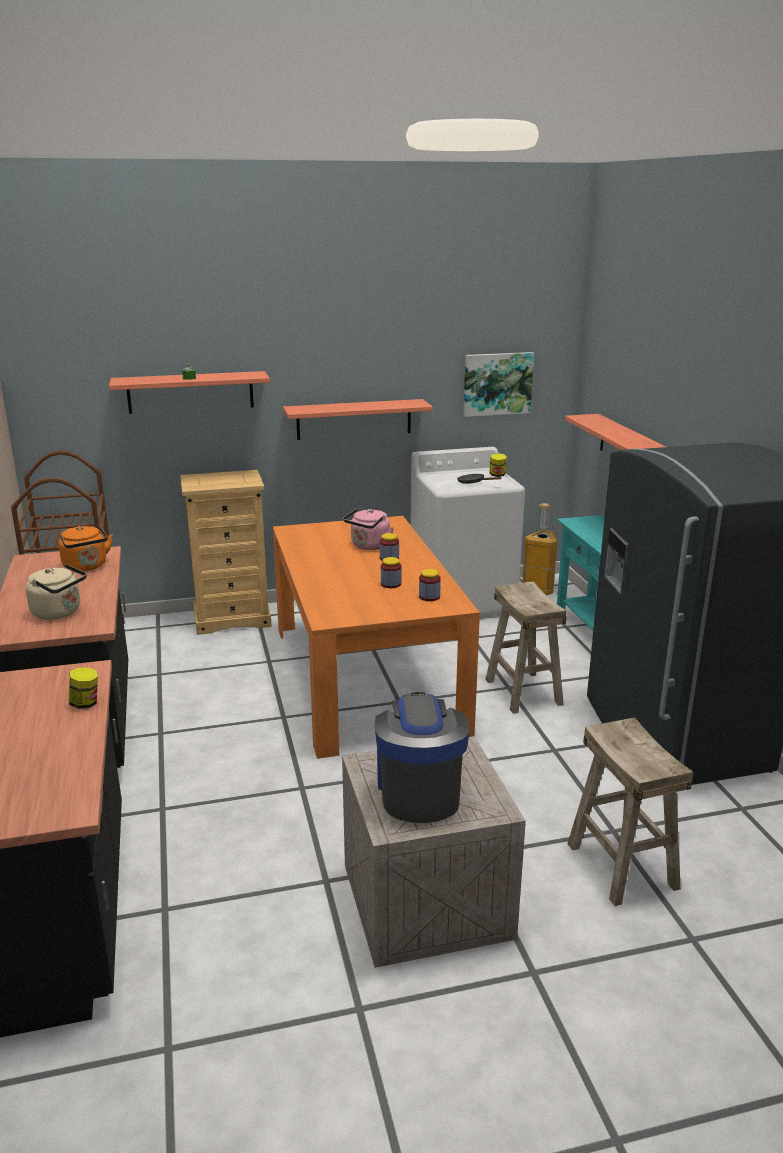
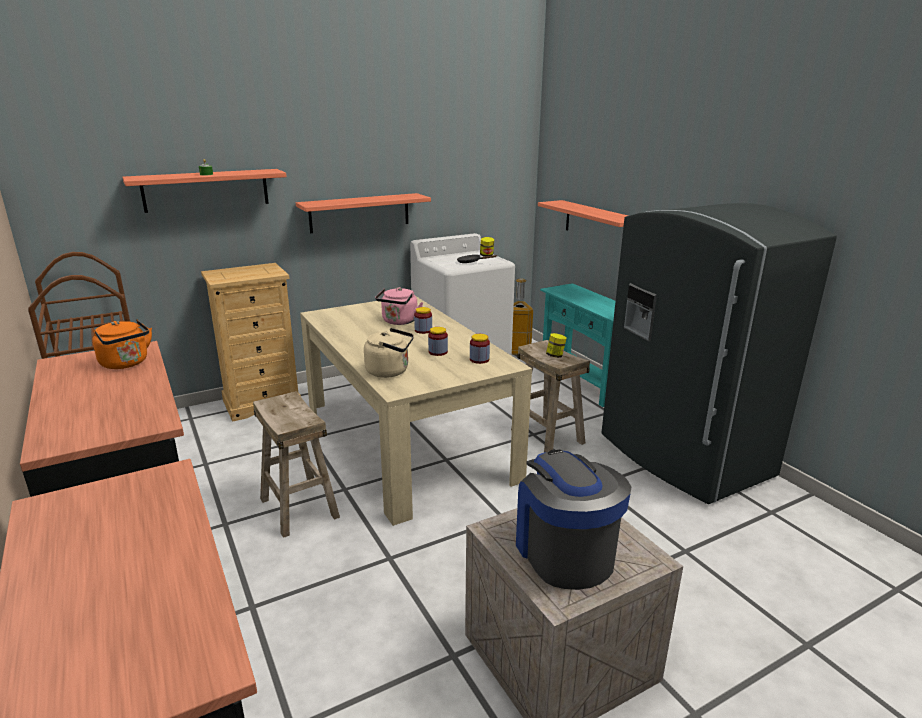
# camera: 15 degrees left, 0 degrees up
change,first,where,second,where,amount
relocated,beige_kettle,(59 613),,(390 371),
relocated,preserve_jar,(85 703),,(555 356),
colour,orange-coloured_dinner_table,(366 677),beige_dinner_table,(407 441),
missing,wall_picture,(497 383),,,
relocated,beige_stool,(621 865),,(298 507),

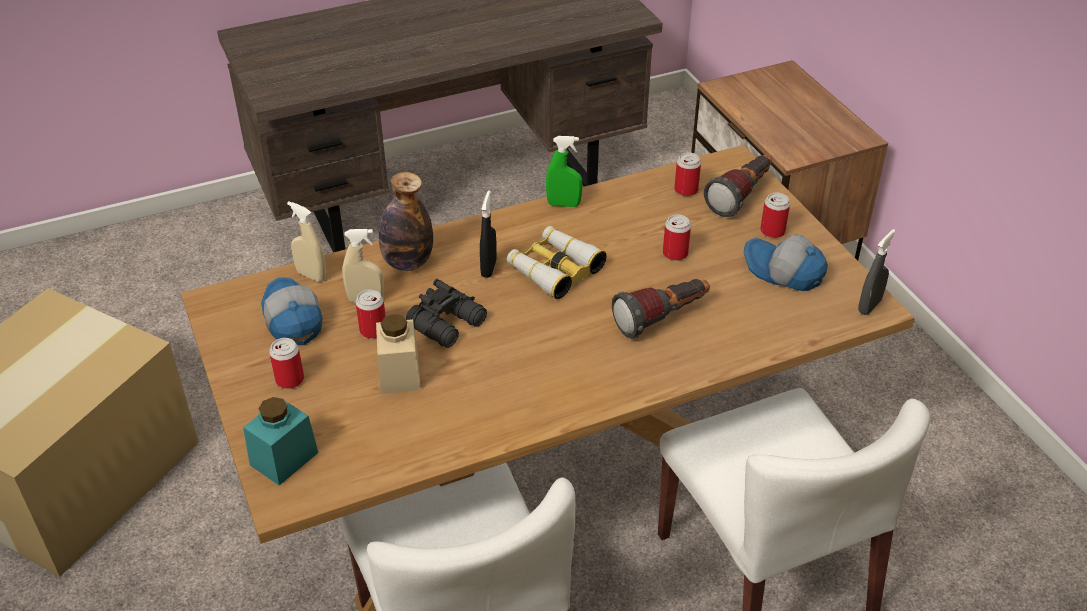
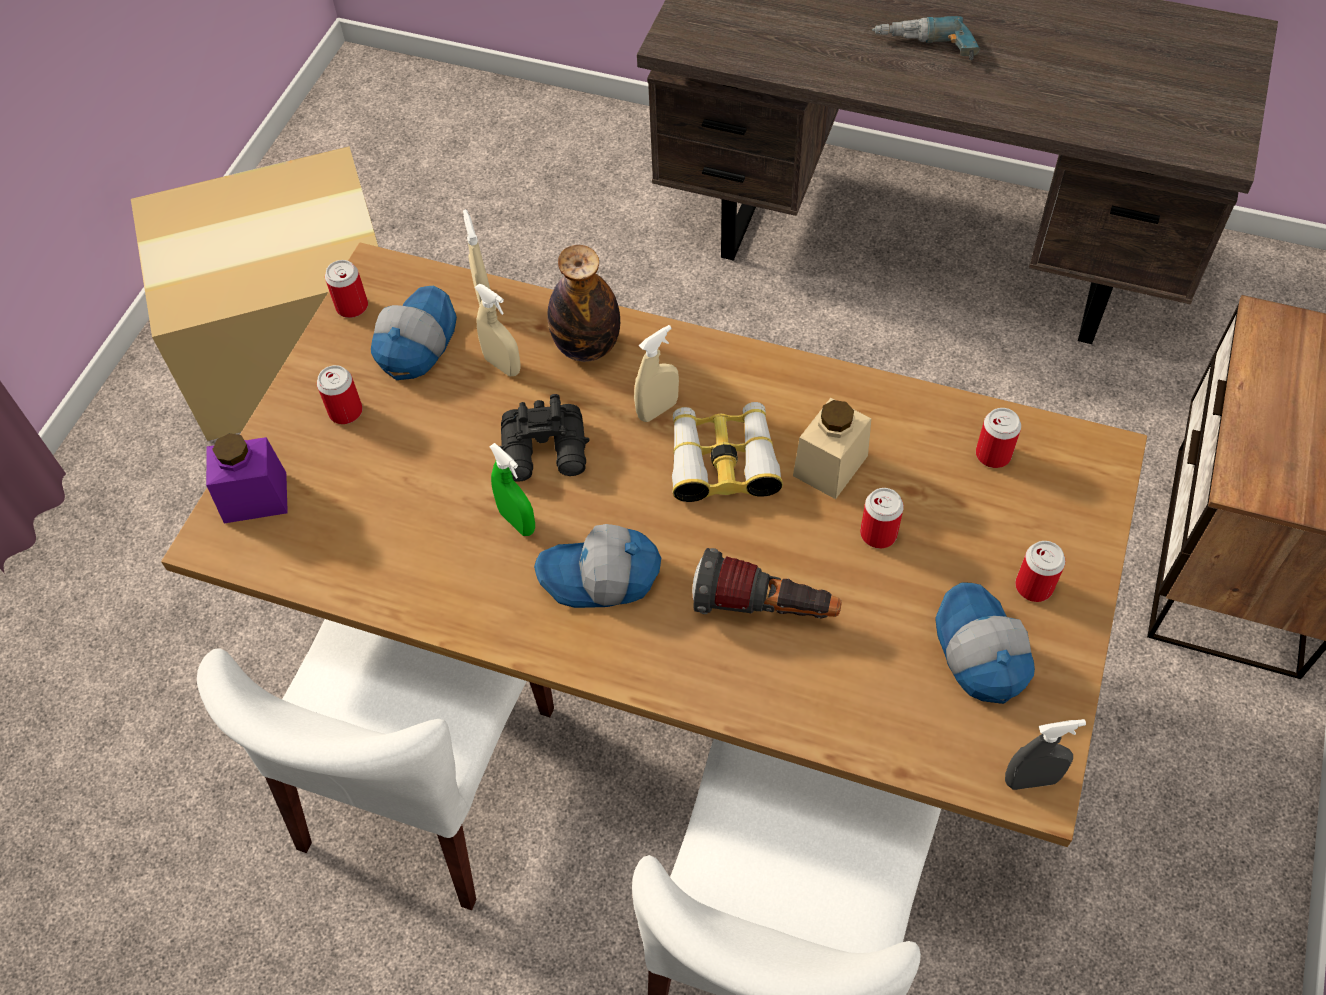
# camera: 45 degrees right, 15 degrees up
change,first,where,second,where,amount
colour,blue-green_preserve_jar,(284 459),purple_preserve_jar,(255 497),
relocated,metal_can,(373 330),,(352 306),
relocated,beige_preserve_jar,(399 374),,(830 465),
colour,black-coloured_sprayer,(488 268),beige_sprayer,(657 410),
relocated,green_sprayer,(563 204),,(517 521),
missing,torch,(741 196),,,
appeared,,,cap,(601 578),
appeared,,,power_drill,(923 50),

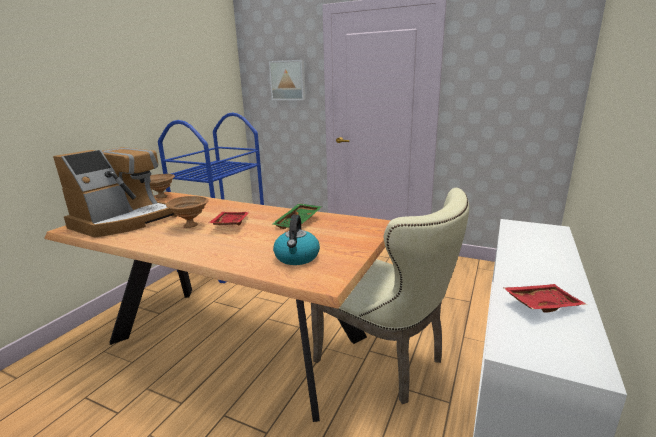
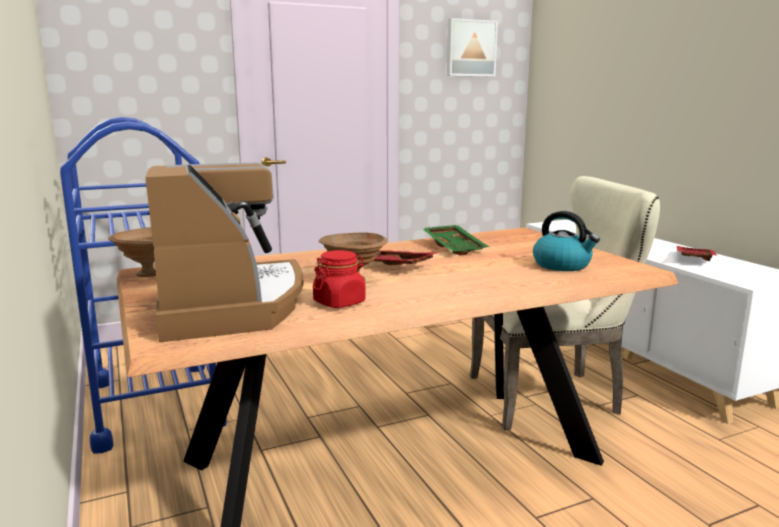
# camera: 50 degrees left, 5 degrees down
change,first,where,second,where,amount
relocated,wall_picture,(288 80),,(470 48),
appeared,,,reddish_preserve_jar,(339 302),

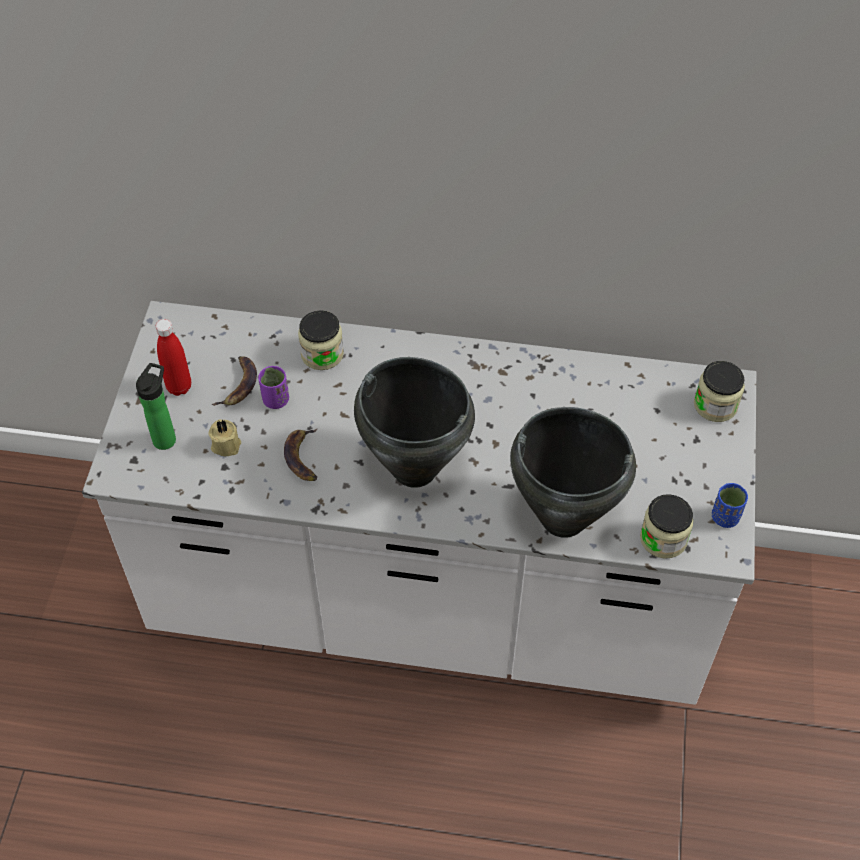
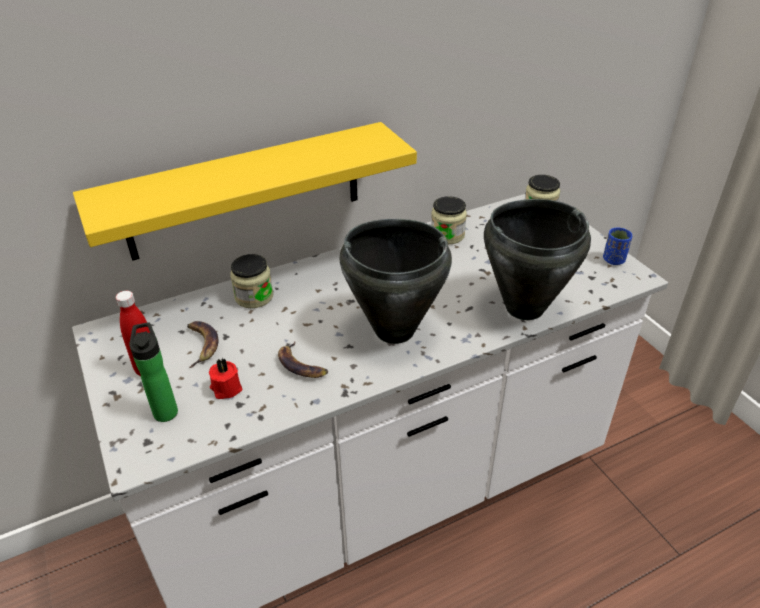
# camera: 35 degrees left, 15 degrees down
change,first,where,second,where,amount
colour,beige_wax_candle,(225 444),reddish_wax_candle,(226 388),
missing,purple_cup,(275 400),,,
relocated,preserve_jar,(663 539),,(447 235),
appeared,,,yellowish_bracket_shelf,(245 191),

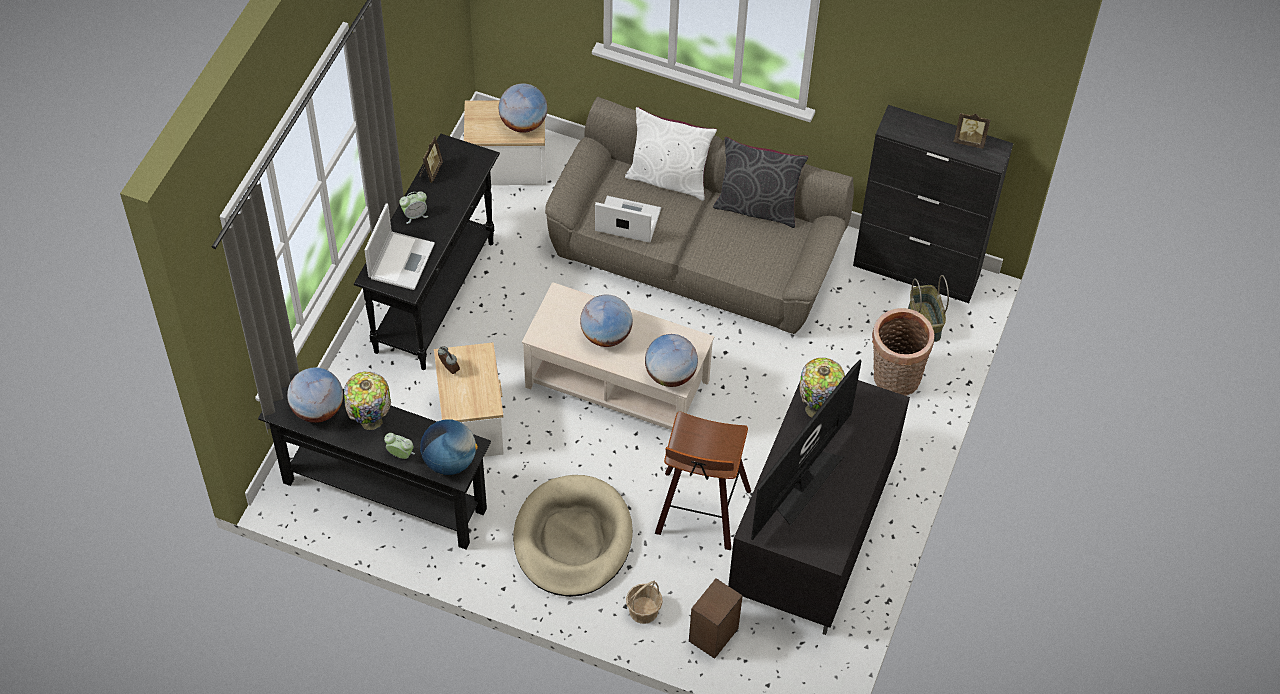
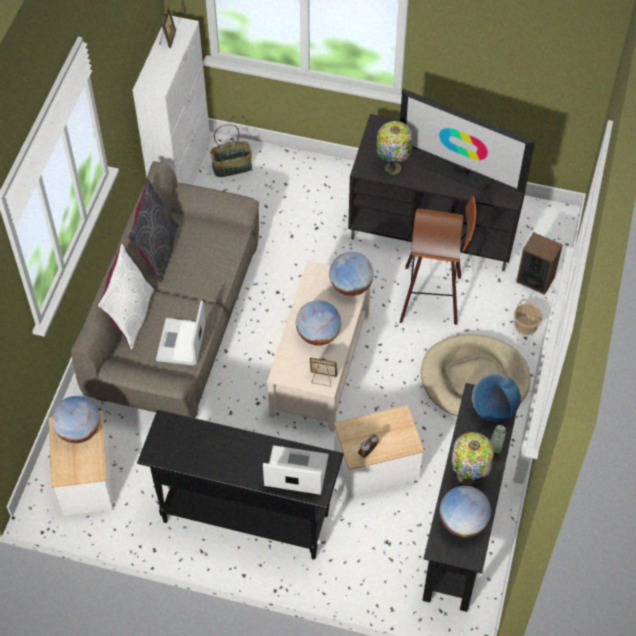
# camera: 95 degrees left, 0 degrees up
change,first,where,second,where,amount
missing,bedside_clock,(415 215),,,
relocated,picture_frame,(430 171),,(322 379),
colour,black-coloured_cabinet,(917 270),white-coloured_cabinet,(181 173),
missing,household_basket,(894 379),,,

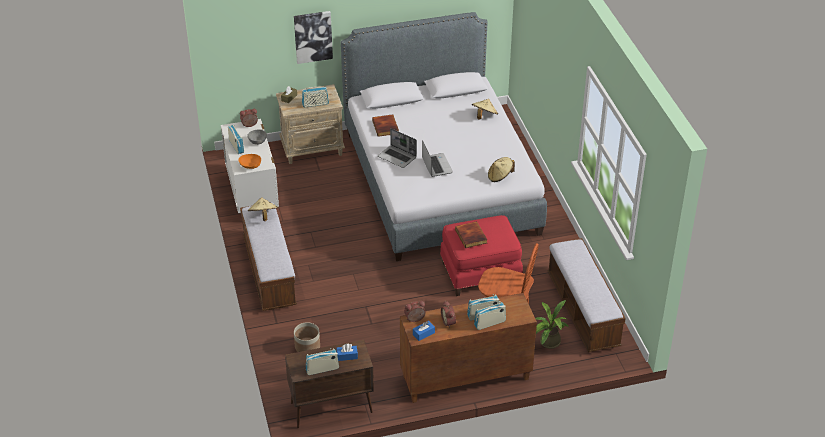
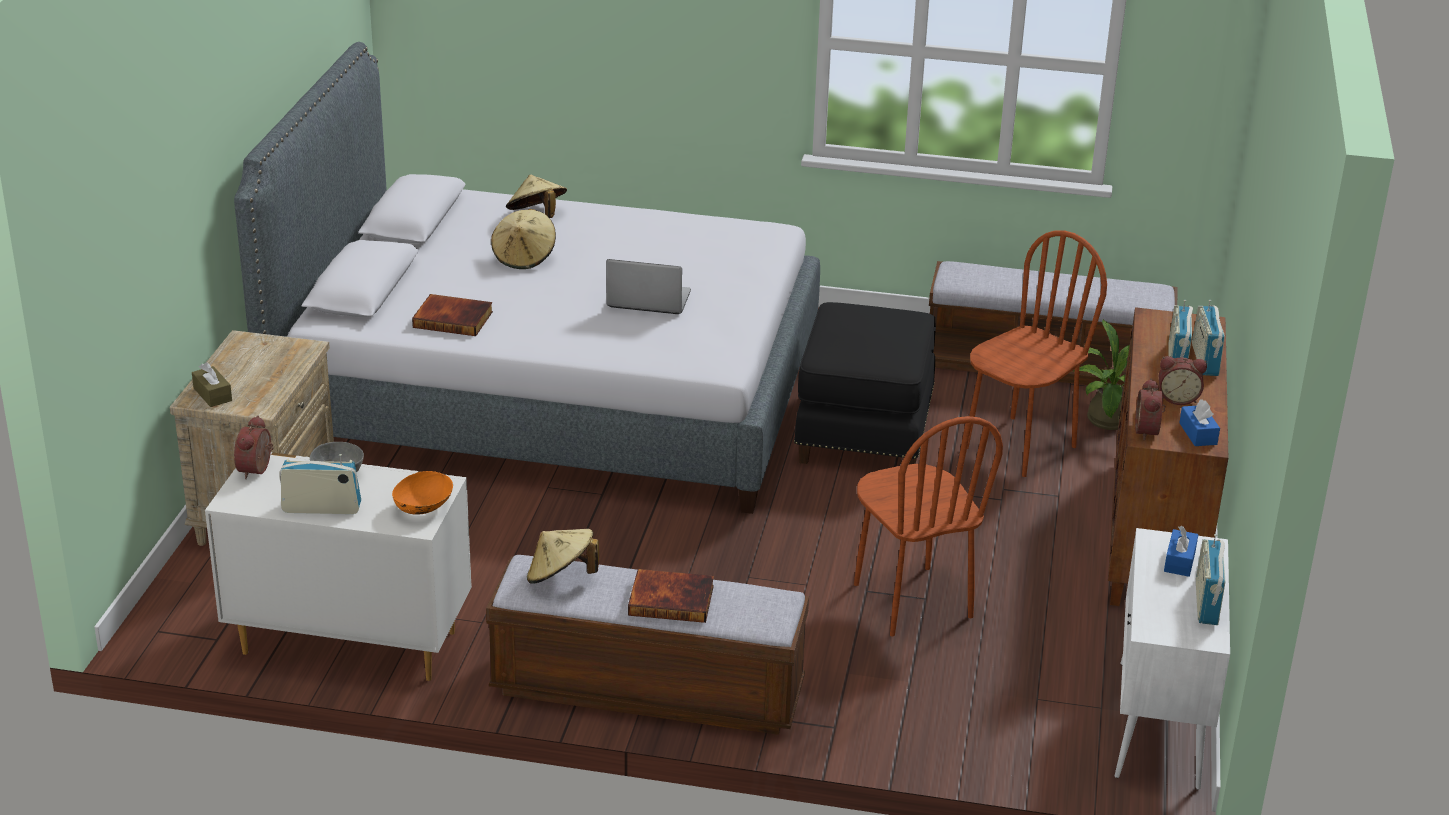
# camera: 65 degrees left, 10 degrees down
change,first,where,second,where,amount
colour,brown_cabinet,(330 408),white-coloured_cabinet,(1159 725),
missing,wall_picture,(313 36),,,
missing,plant_pot,(307 346),,,
missing,radio,(315 104),,,
missing,laptop,(397 157),,,
colour,reddish_pouffe,(480 272),black-coloured_pouffe,(862 431),
relocated,volume,(471 236),,(672 599),
relocated,beige_clothing_hat,(500 176),,(524 257),
appeared,,,brown_plain_chair,(911 601),

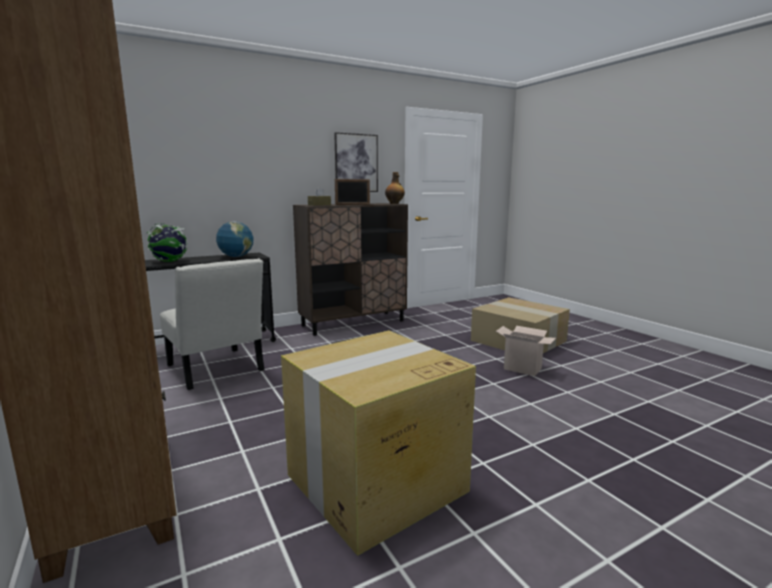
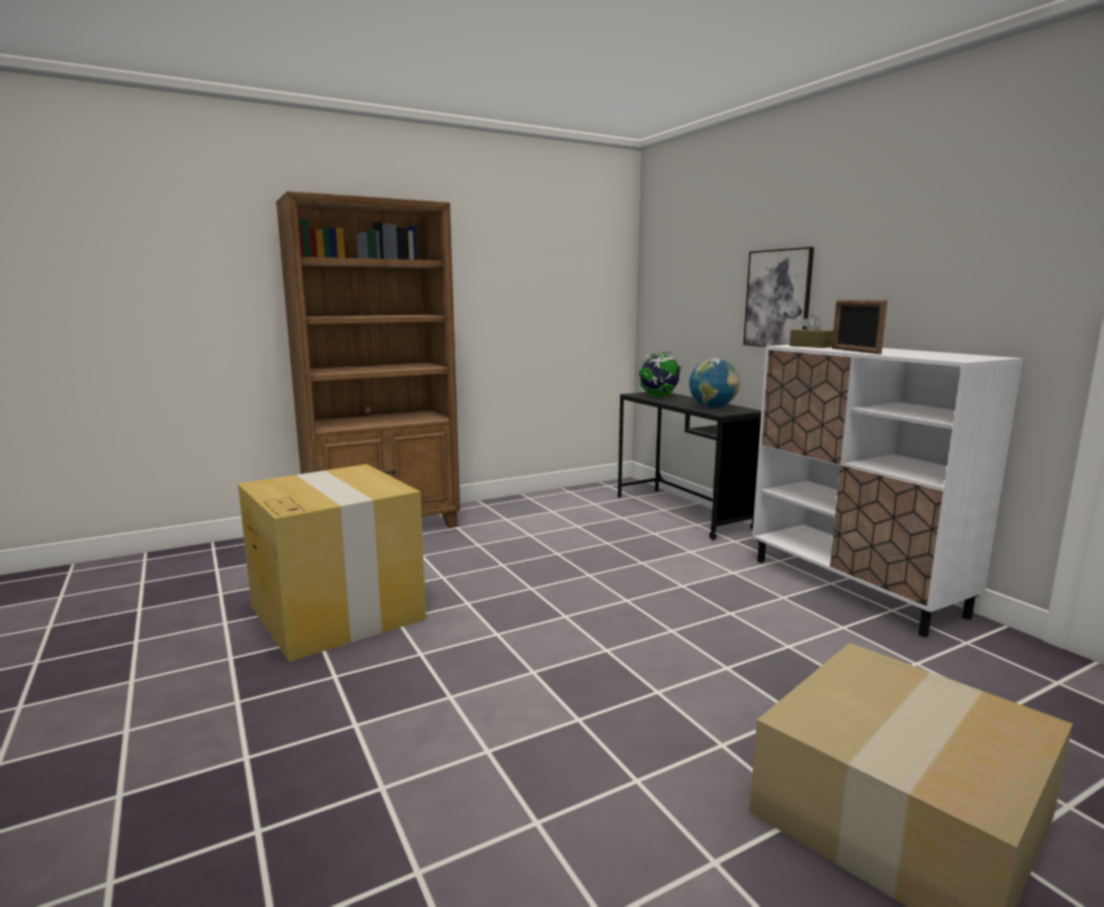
# camera: 90 degrees right, 0 degrees up
change,first,where,second,where,amount
missing,white-coloured_plain_chair,(216 370),,,
colour,brown_cabinet,(353 323),white-coloured_cabinet,(854 587),
relocated,wall_picture,(356 163),,(778 299),
missing,drink_bottle,(394 203),,,
missing,carton,(524 369),,,

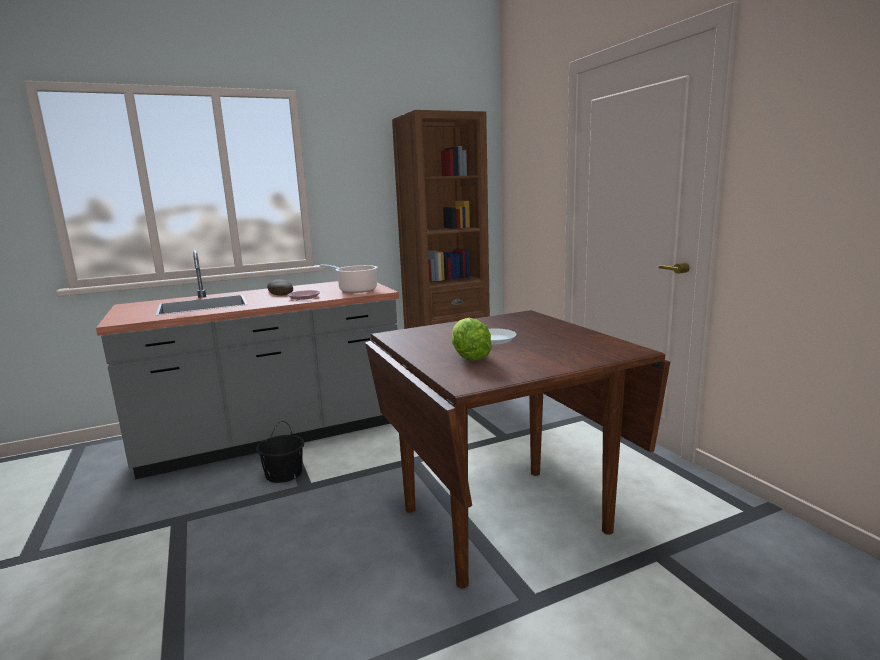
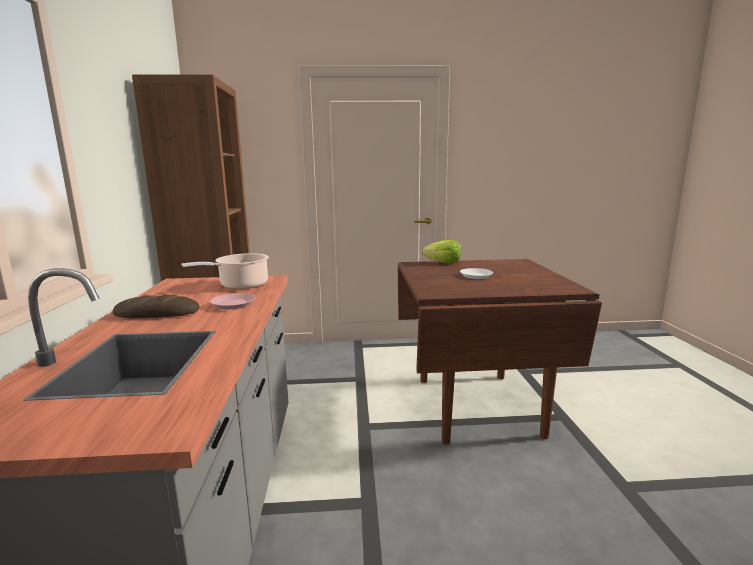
# camera: 70 degrees left, 0 degrees up
change,first,where,second,where,amount
missing,black-coloured_pail,(284 473),,,
relocated,lettuce_head,(469 356),,(443 263),

